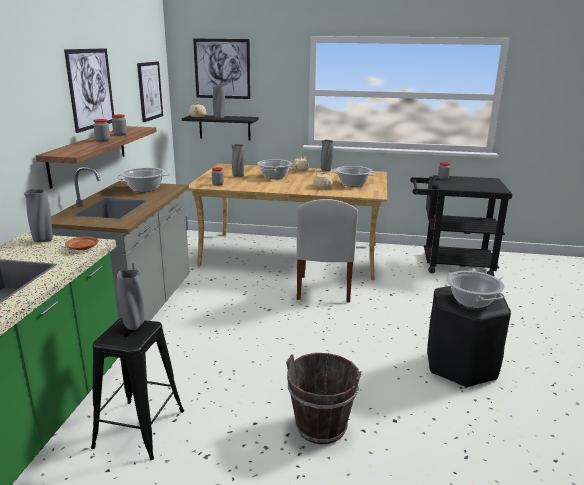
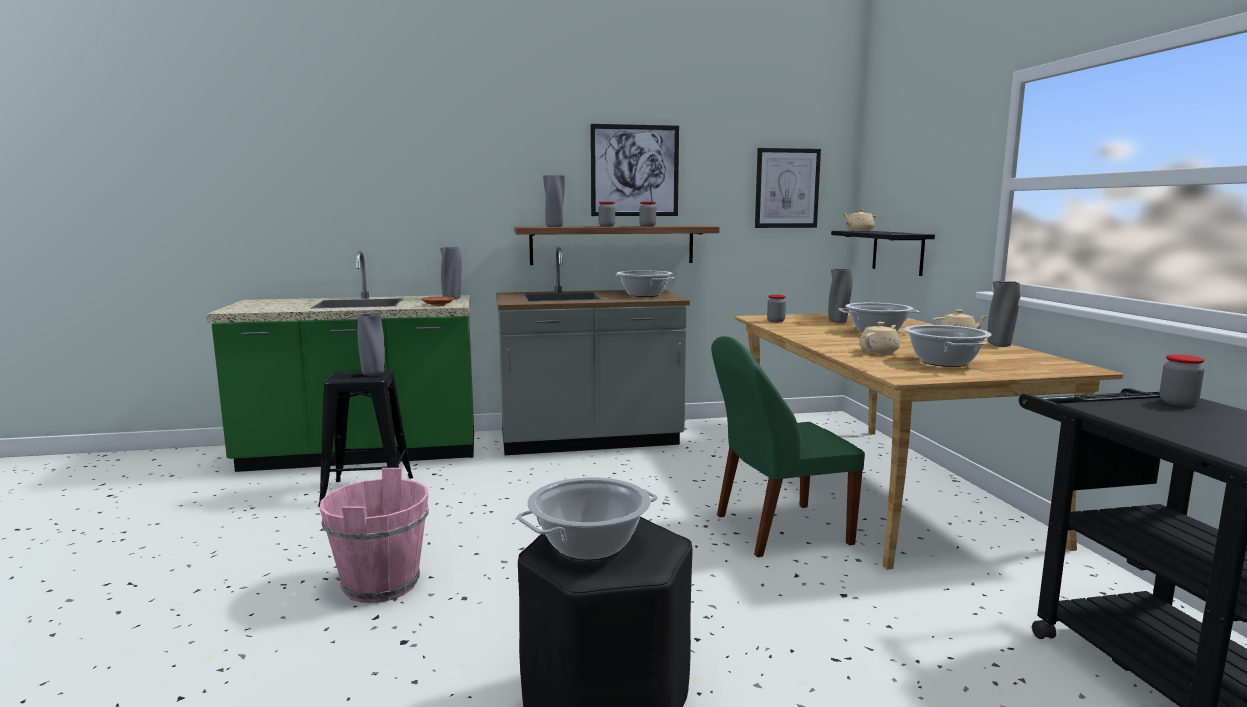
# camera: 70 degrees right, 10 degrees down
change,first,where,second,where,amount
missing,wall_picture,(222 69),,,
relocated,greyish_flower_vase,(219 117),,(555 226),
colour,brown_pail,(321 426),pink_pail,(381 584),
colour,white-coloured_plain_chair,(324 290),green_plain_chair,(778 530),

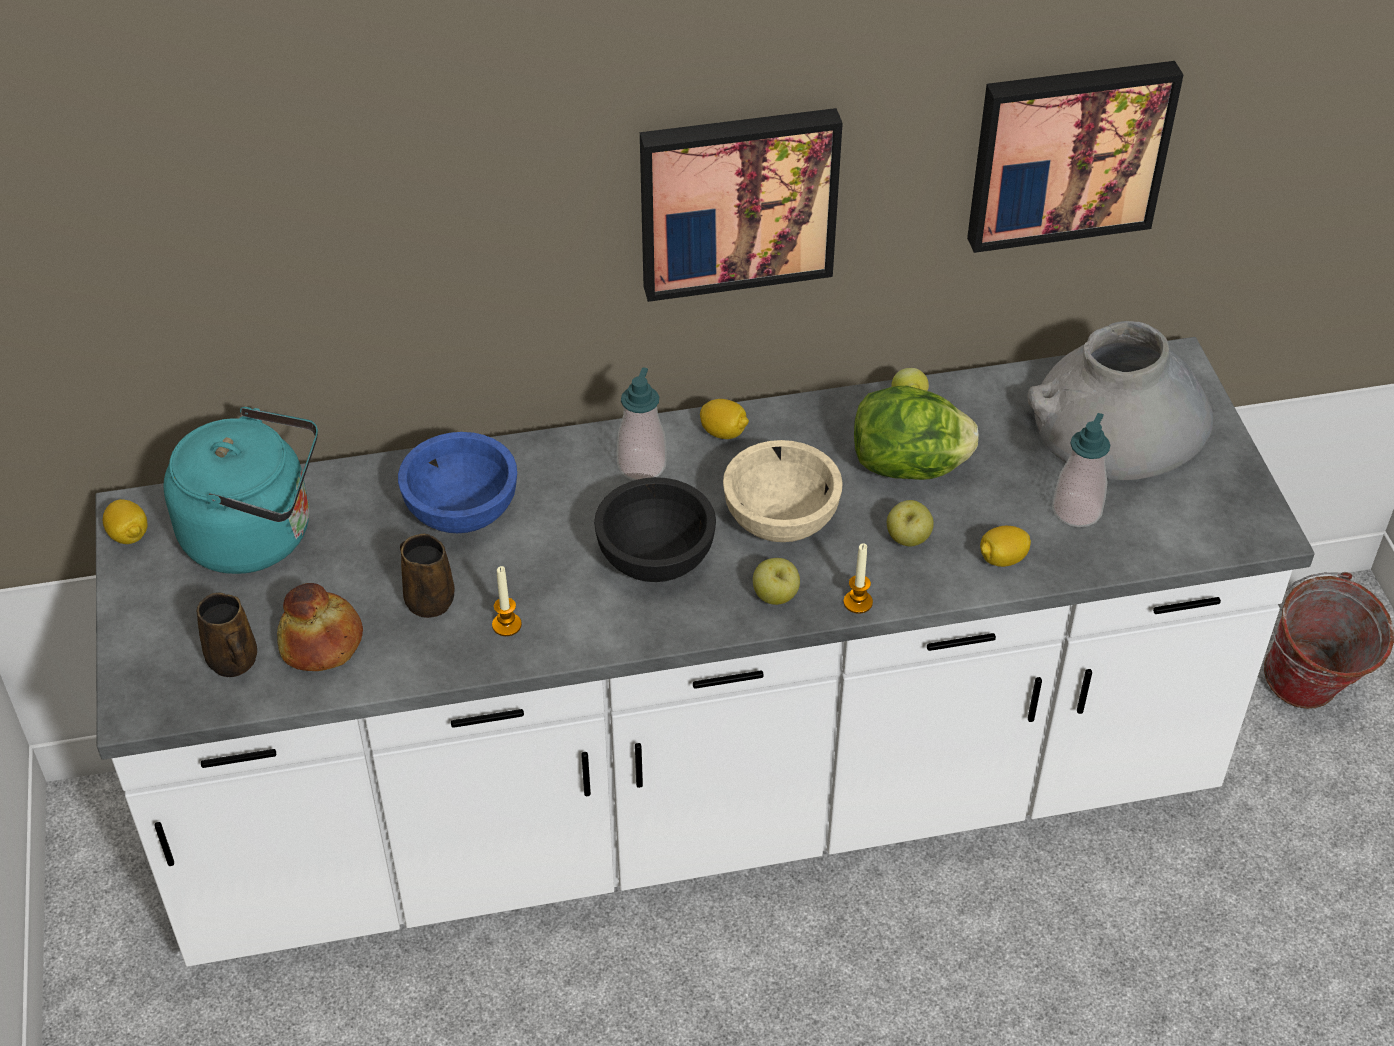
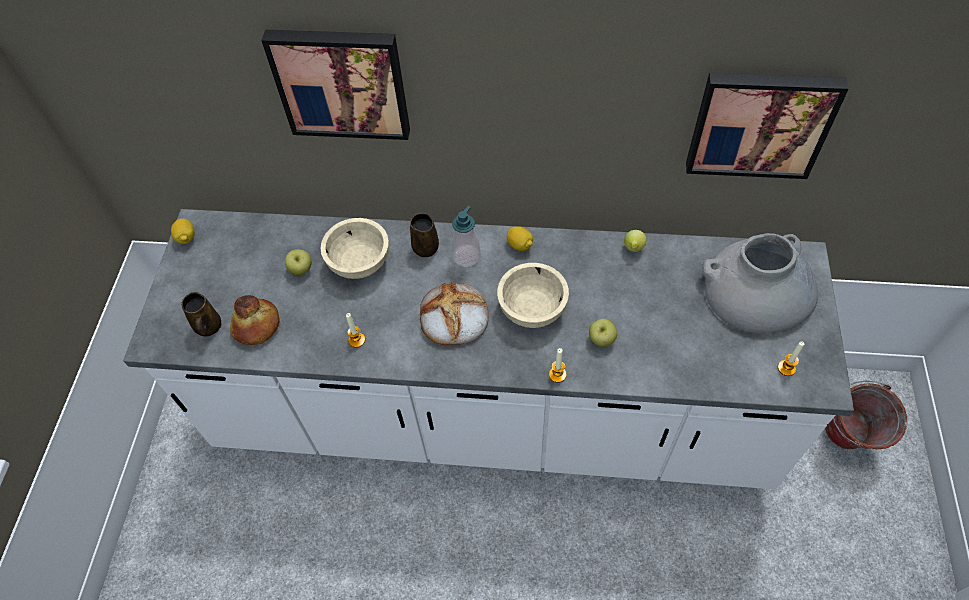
# camera: 20 degrees right, 10 degrees up
change,first,where,second,where,amount
missing,blue-green_kettle,(257 535),,,
colour,blue-coloured_serving_bowl,(462 510),beige_serving_bowl,(360 262),
relocated,brown_coffee_mug,(428 599),,(425 246),
exchanged,black-coloured_serving_bowl,(656 558),baked_bread,(453 317),
relocated,wall_picture,(737 199),,(342 82),
relocated,apple,(775 597),,(301 269),
missing,lettuce_head,(909 467),,,
missing,citrus_fruit,(1002 559),,,
missing,soap_bottle,(1076 511),,,
appeared,,,wax_candle,(786 368),

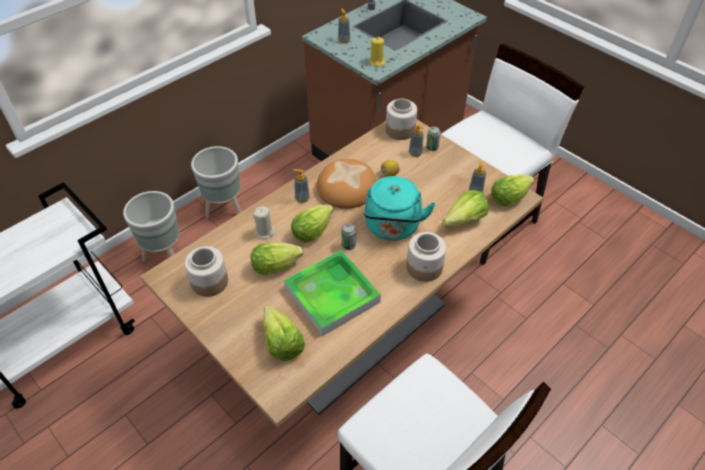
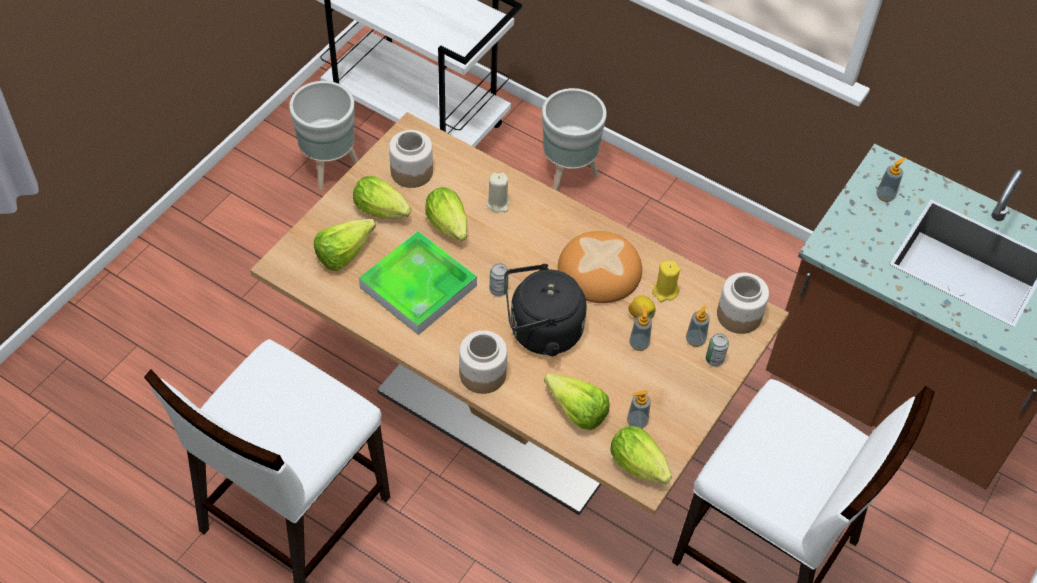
# camera: 75 degrees right, 5 degrees up
change,first,where,second,where,amount
relocated,greyish_plant_pot,(224 209),,(330 167),
relocated,lettuce_head,(314 230),,(384 212),
relocated,soap_bottle,(302 198),,(639 344),
colour,blue-green_kettle,(392 228),black-coloured_kettle,(541 332),
relocated,yellowish_wax_candle,(377 62),,(665 291),

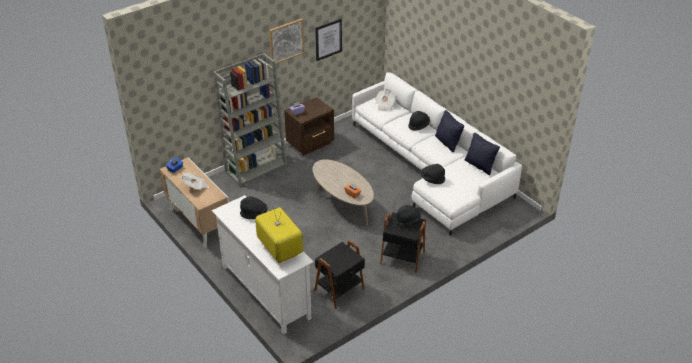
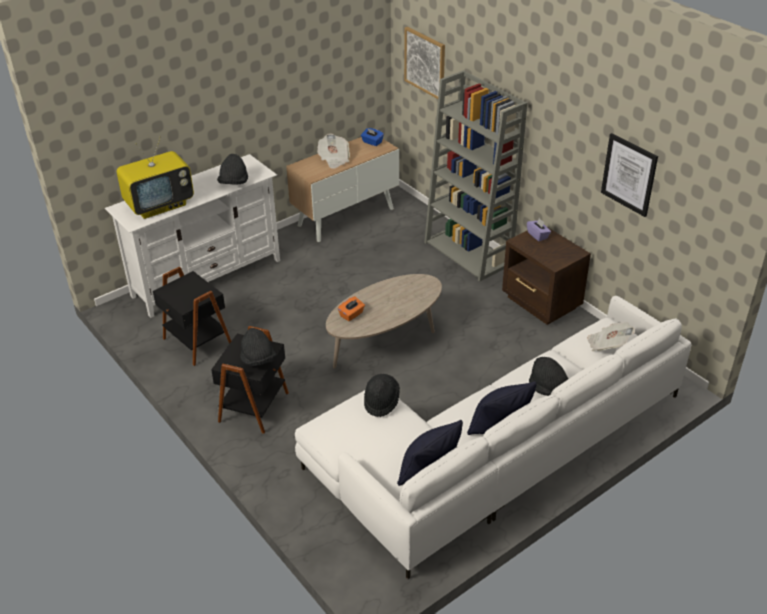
# camera: 90 degrees right, 0 degrees up
change,first,where,second,where,amount
relocated,wall_picture,(286 41),,(425 62),

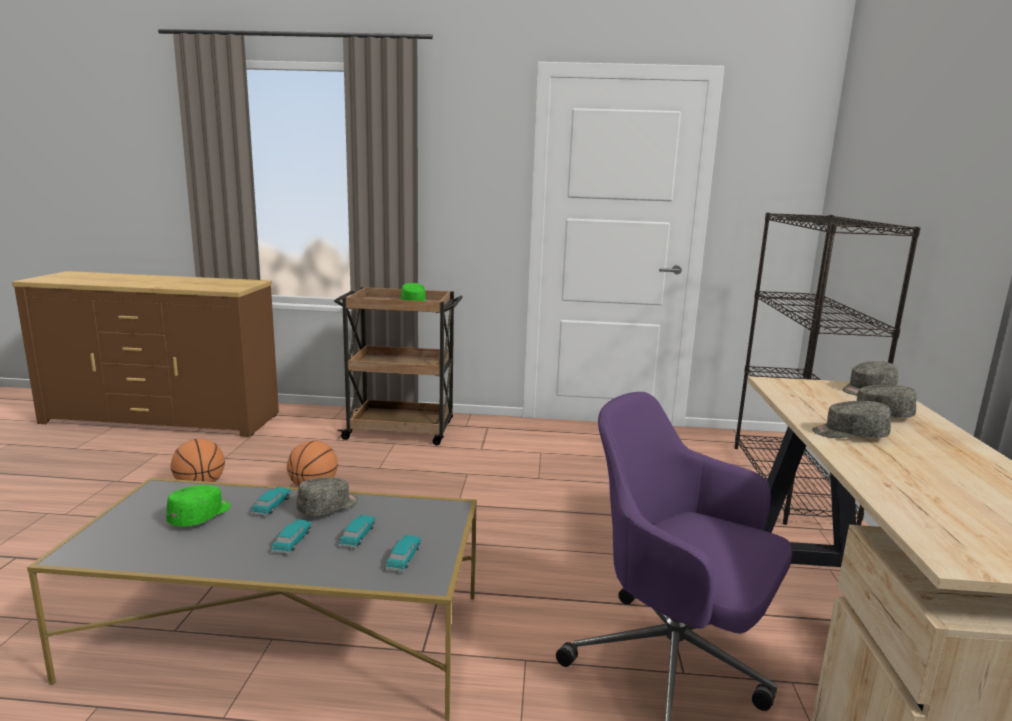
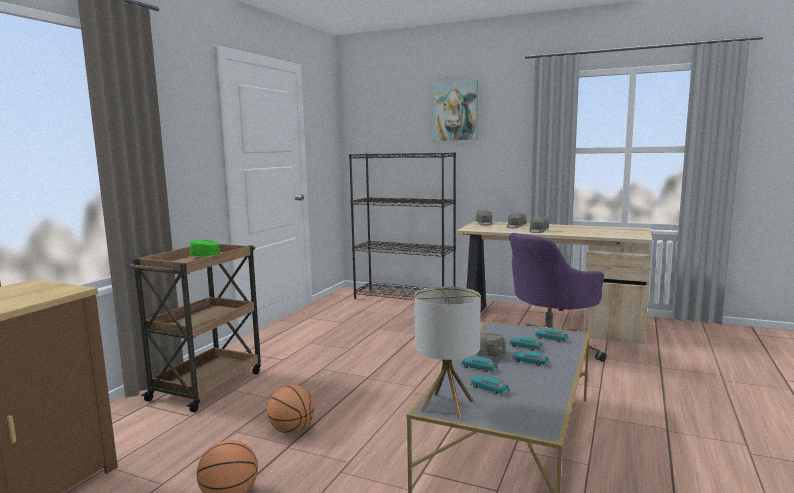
# camera: 70 degrees left, 5 degrees down
change,first,where,second,where,amount
exchanged,green_cap,(201 516),toy_car,(489 389),
appeared,,,table_lamp,(447 405),
appeared,,,wall_picture,(455 111),

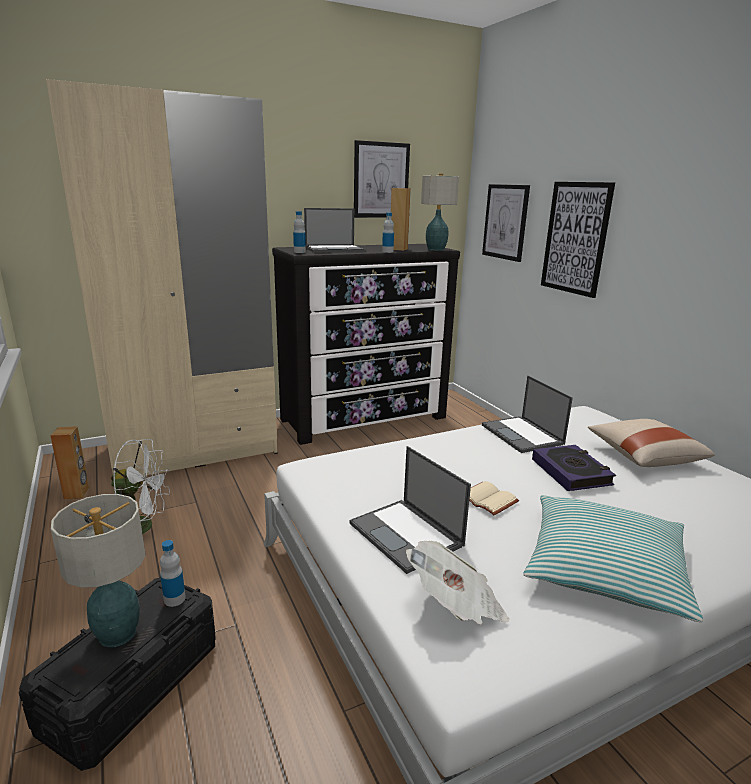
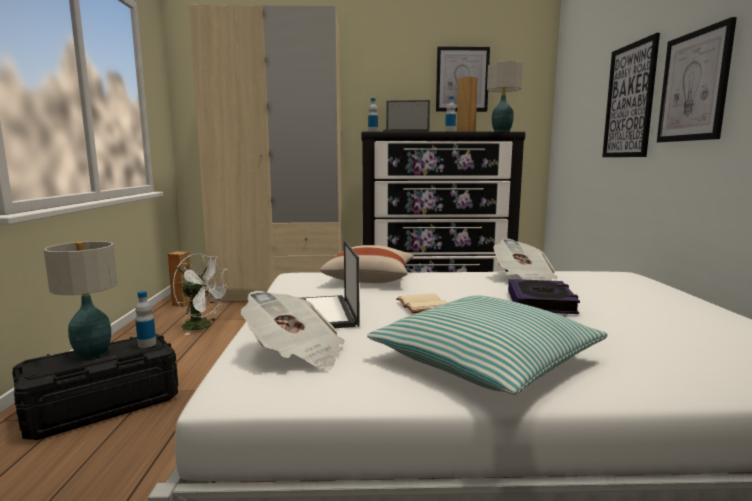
# camera: 25 degrees right, 10 degrees down
change,first,where,second,where,amount
relocated,wall_picture,(505 222),,(694 86),
exchanged,laptop,(523 435),daily_paper,(524 279),
relocated,beige_throw_pillow,(644 456),,(370 279),

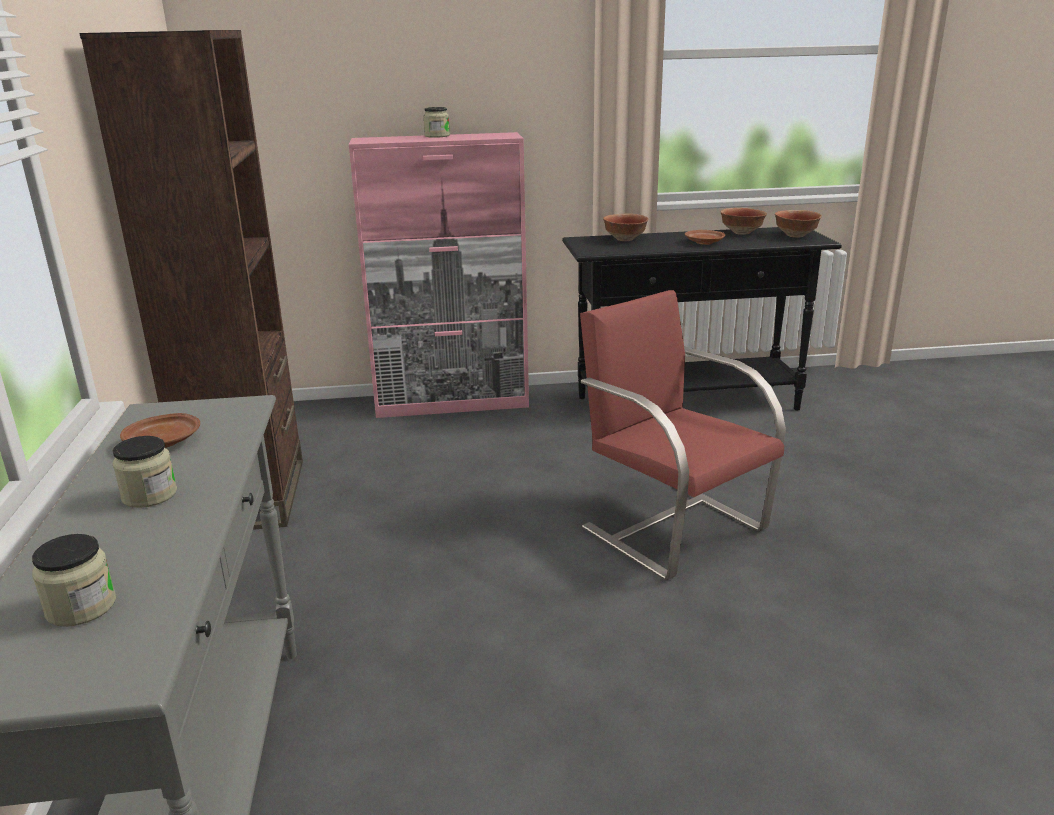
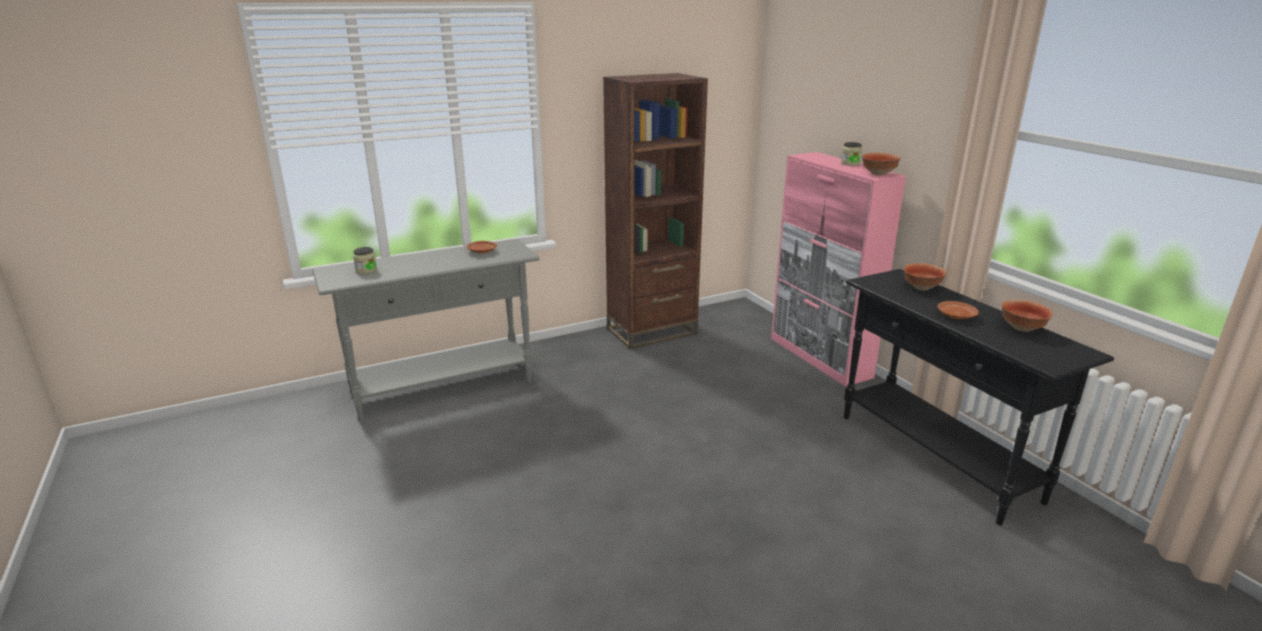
# camera: 70 degrees right, 0 degrees up
change,first,where,second,where,amount
missing,preserve_jar,(149 495),,,
missing,reddish_plain_chair,(672 527),,,
relocated,serving_bowl,(796 235),,(879 174),

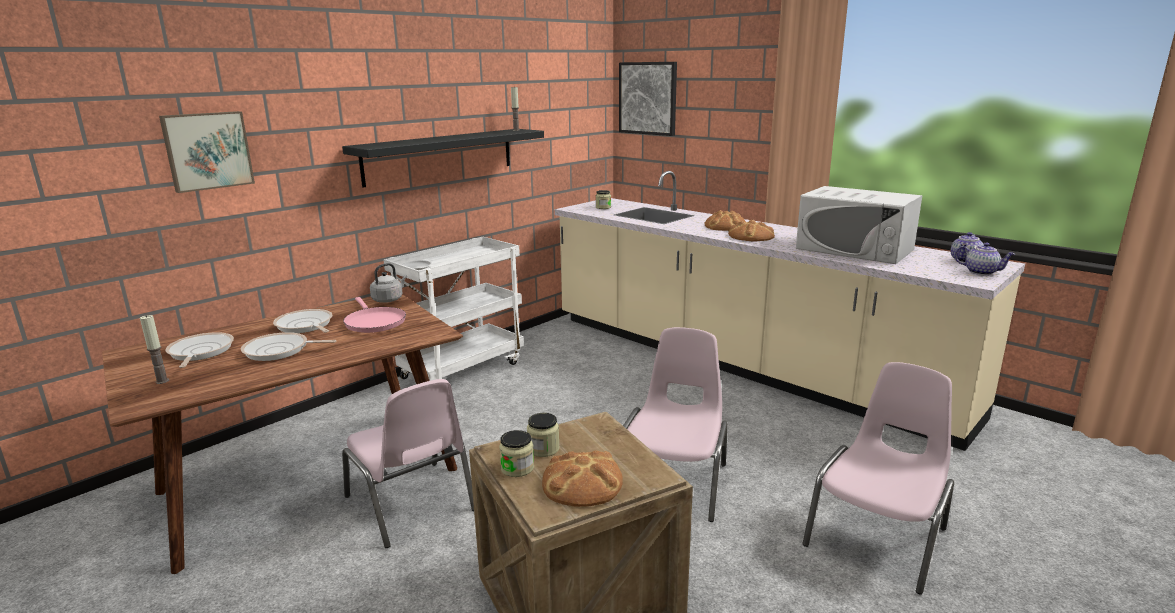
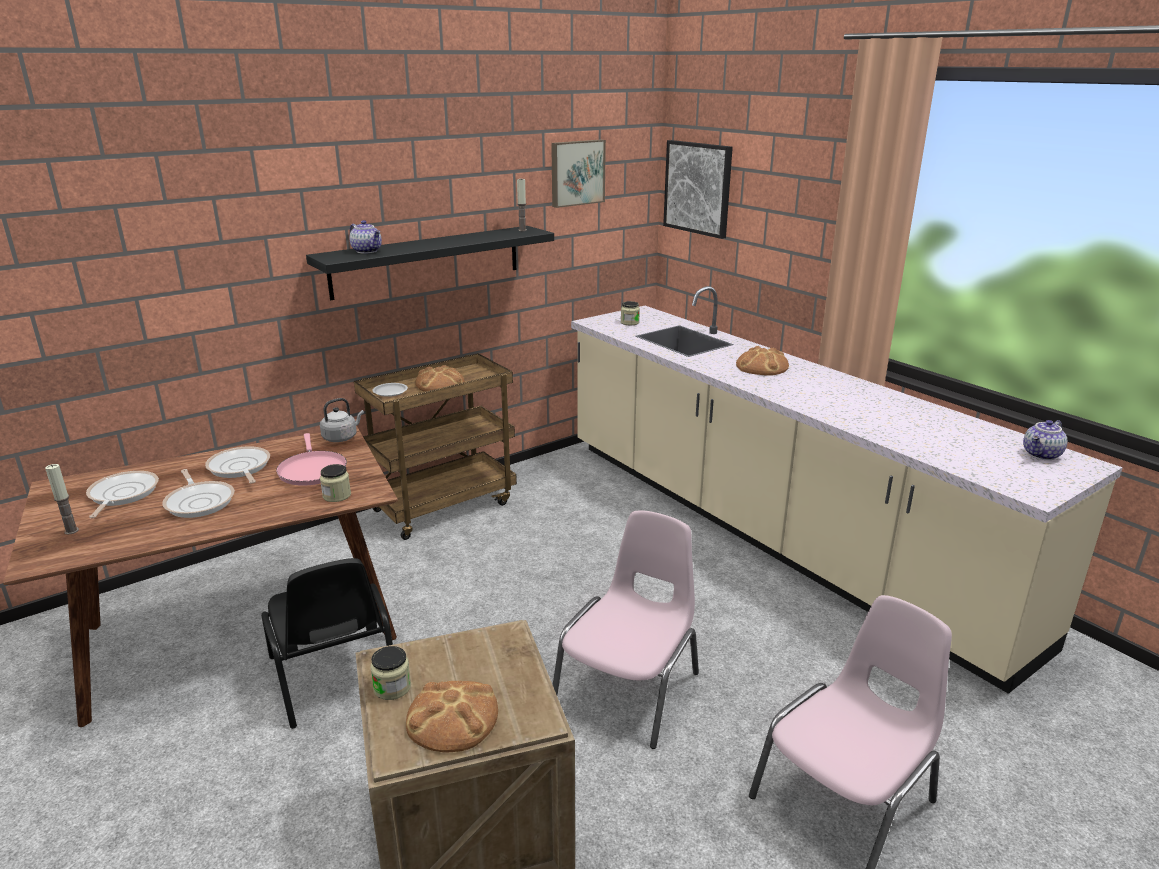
# camera: 10 degrees right, 5 degrees up
change,first,where,second,where,amount
relocated,wall_picture,(207 150),,(576 173),
spun,skillet,(279 351),,(200 501),135 degrees counterclockwise
colour,pink_plain_chair,(411 504),black-coloured_plain_chair,(334 677),
colour,white-coloured_trolley,(463 369),brown_trolley,(444 505),
relocated,preserve_jar,(543 449),,(337 495),
relocated,baked_bread,(751 236),,(440 384),
missing,white-coloured_microwave_oven,(854 249),,,
relocated,teapot,(981 272),,(367 251),

